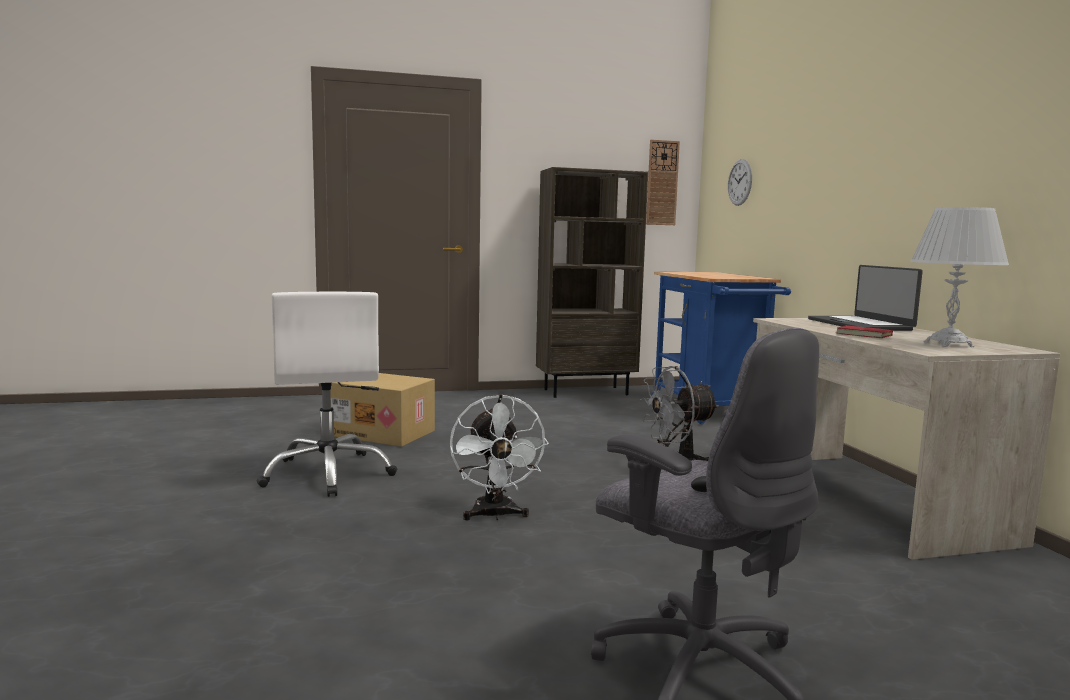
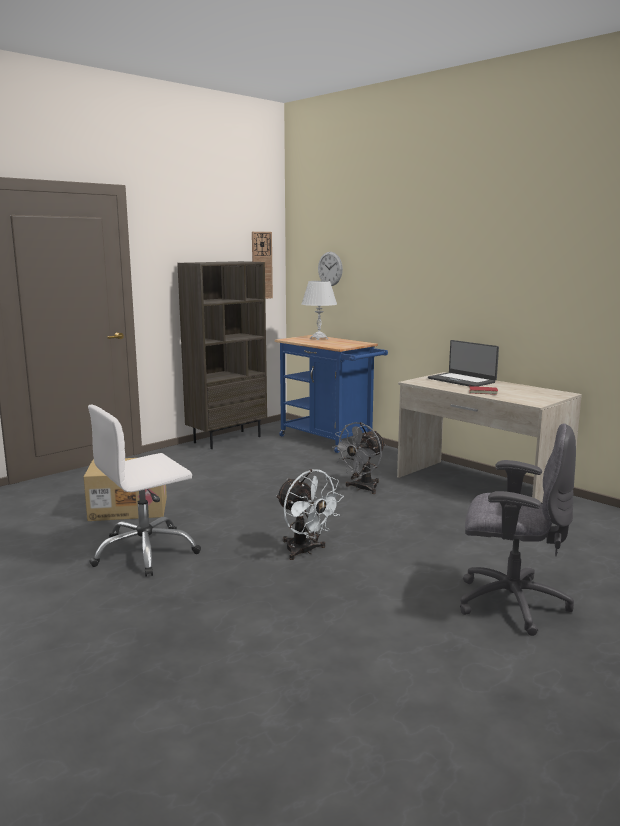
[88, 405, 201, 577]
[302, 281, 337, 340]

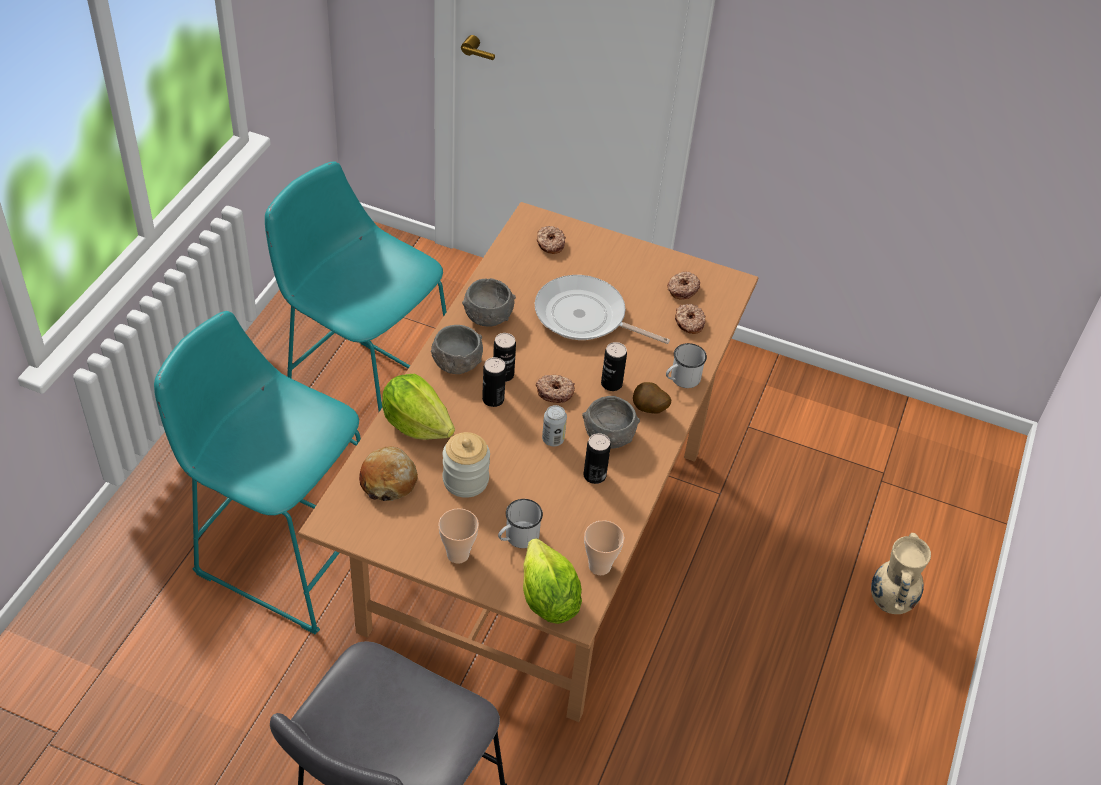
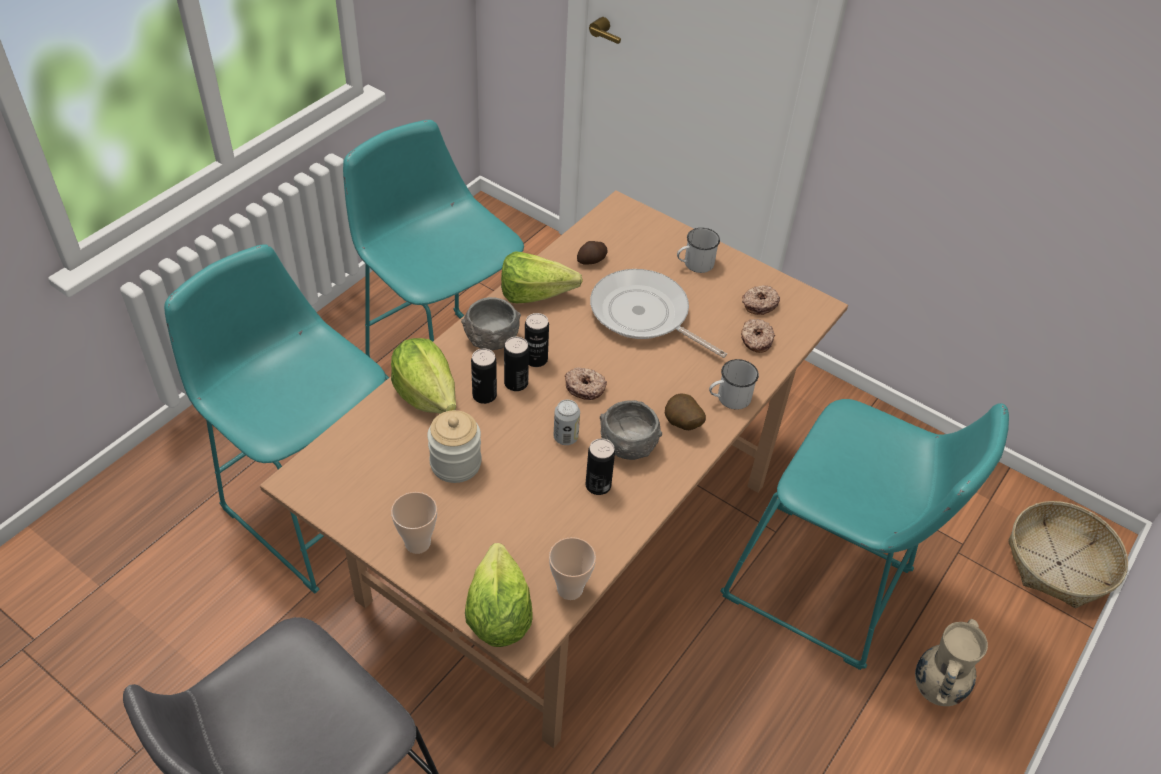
[471, 349, 497, 404]
[501, 251, 583, 303]
[577, 241, 608, 265]
[677, 228, 720, 273]
[720, 399, 1009, 670]
[1008, 501, 1128, 608]
[359, 446, 418, 501] (first image)
[537, 226, 566, 254] (first image)

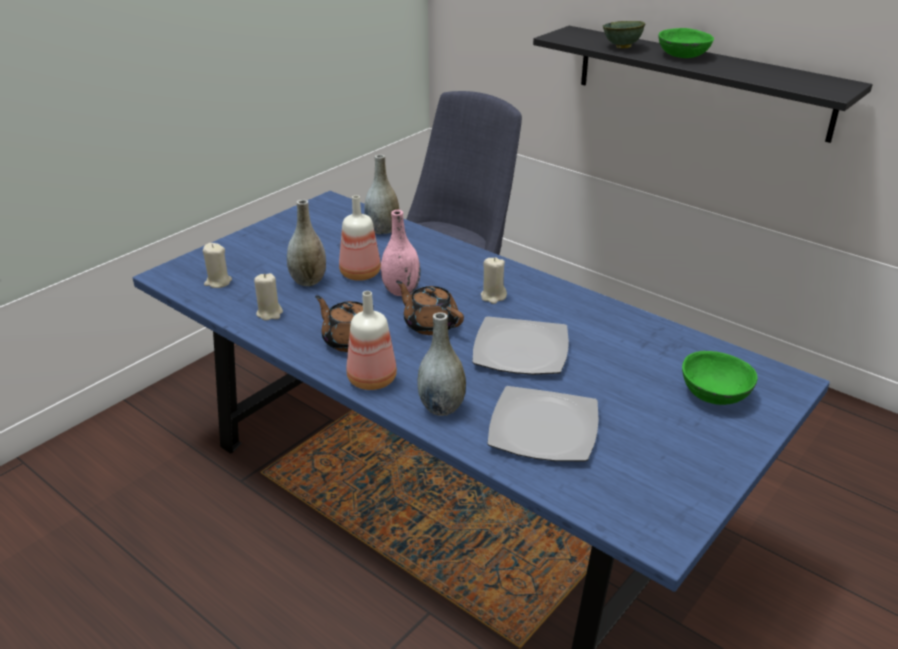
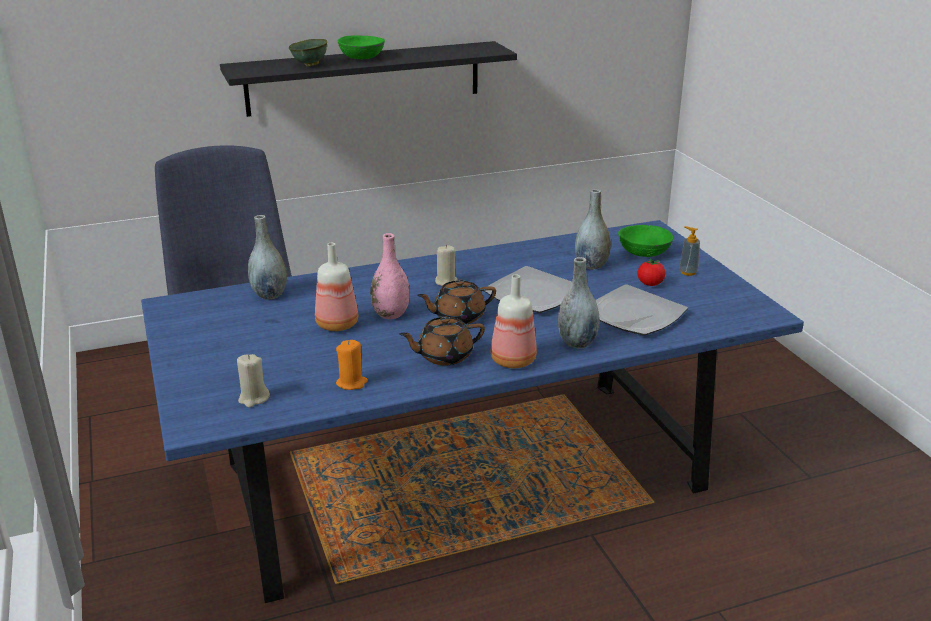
[336, 340, 368, 390]
[575, 189, 611, 270]
[638, 258, 666, 286]
[679, 226, 700, 276]

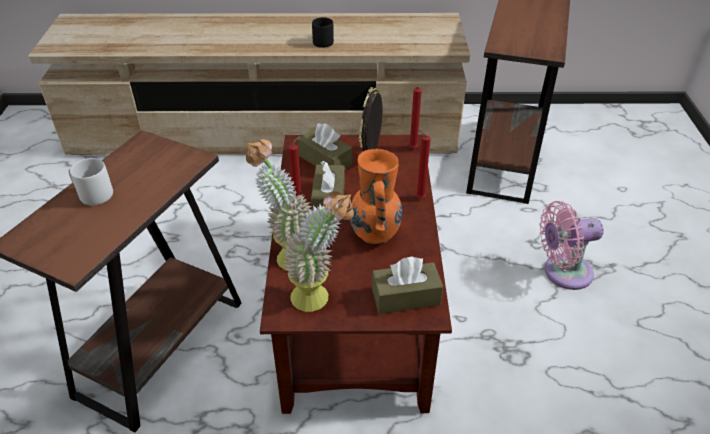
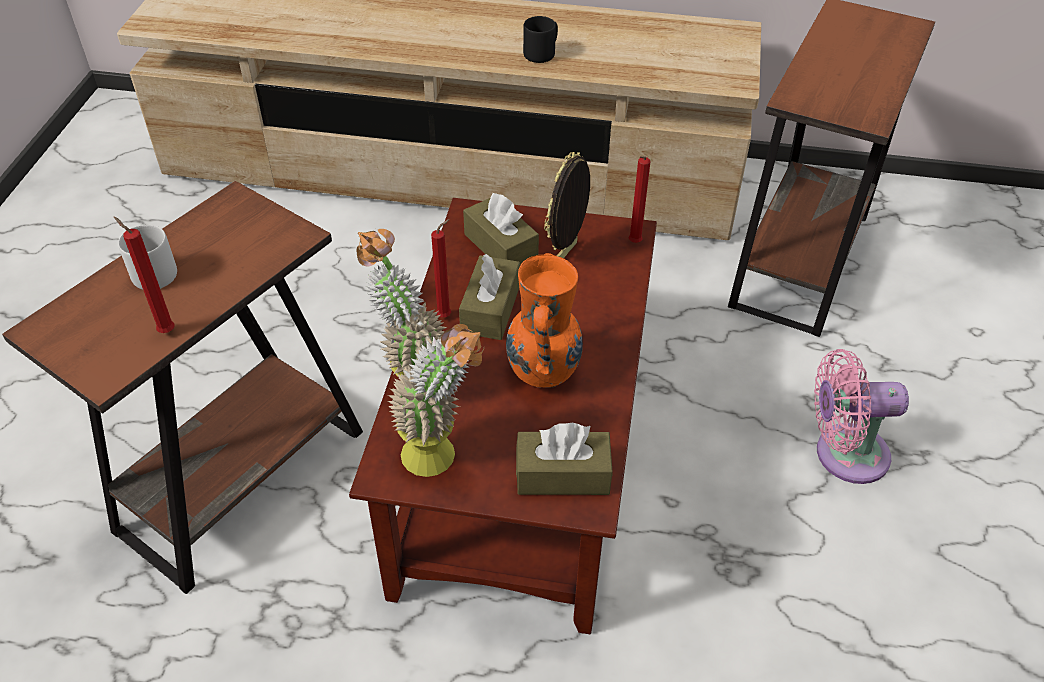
[114, 217, 175, 333]

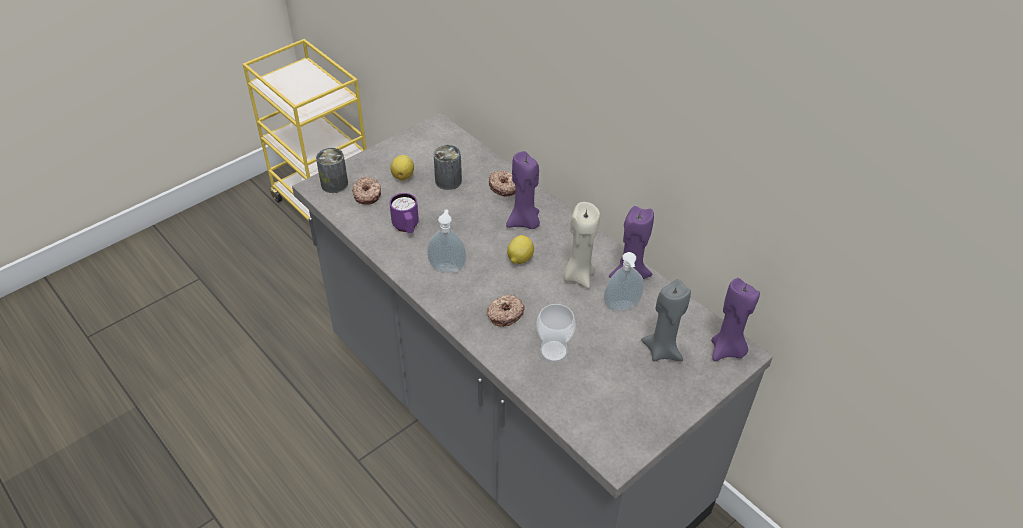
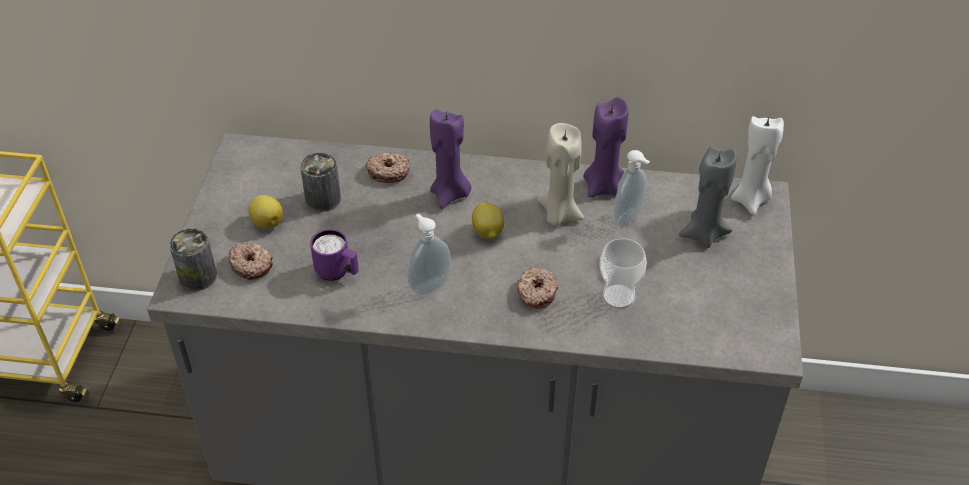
[731, 116, 784, 215]

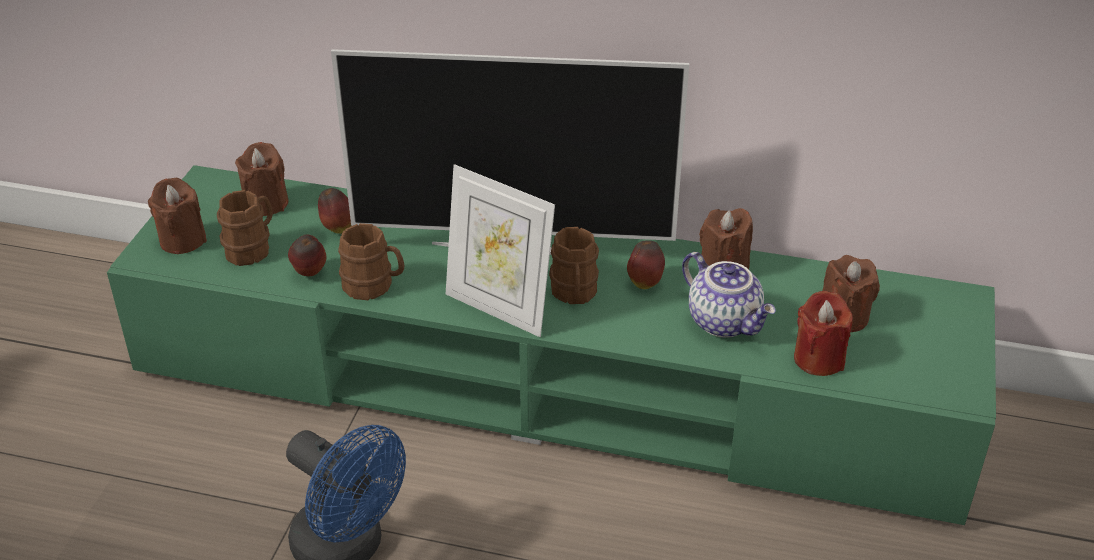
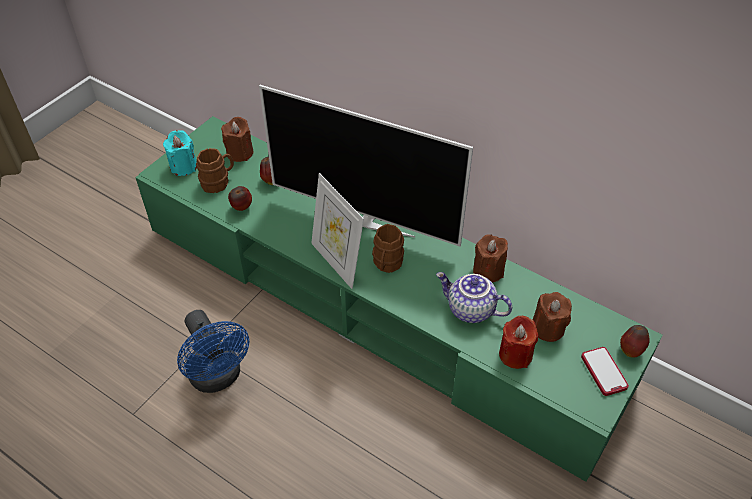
[163, 130, 197, 176]
[436, 272, 512, 323]
[581, 347, 629, 396]
[620, 325, 650, 358]
[338, 223, 404, 300] (first image)

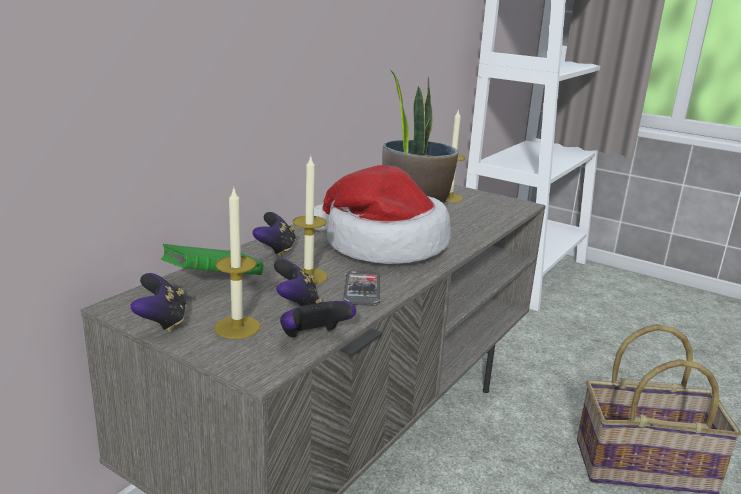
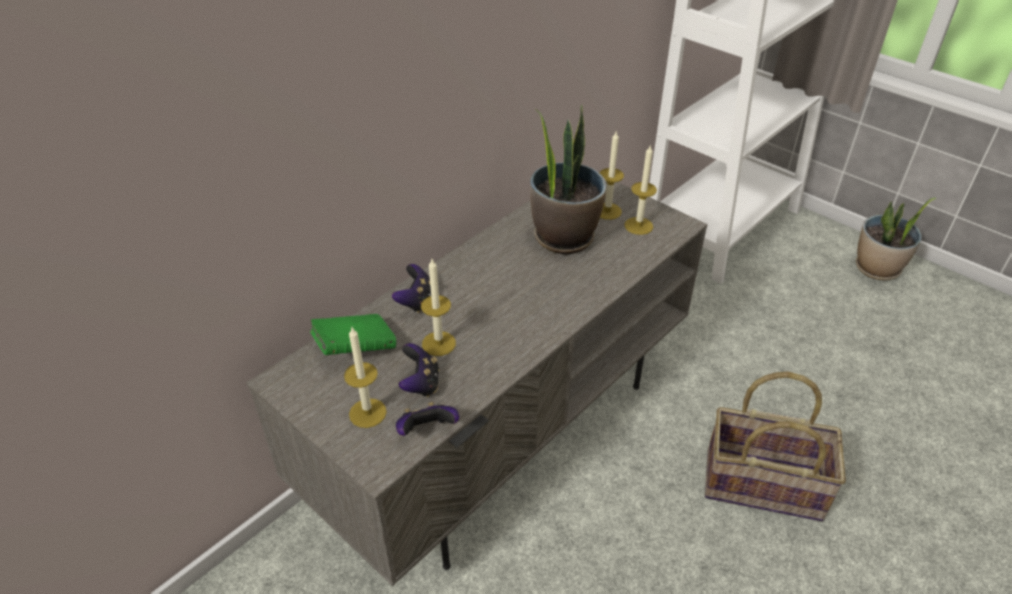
[625, 144, 657, 235]
[856, 198, 936, 280]
[130, 273, 187, 332] (first image)
[314, 165, 451, 264] (first image)
[343, 270, 380, 306] (first image)

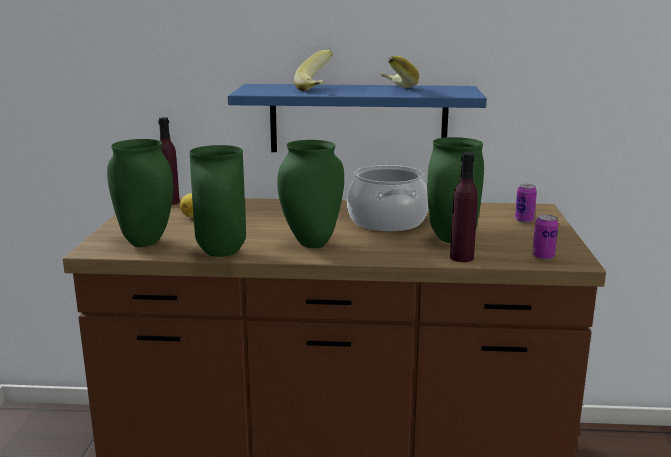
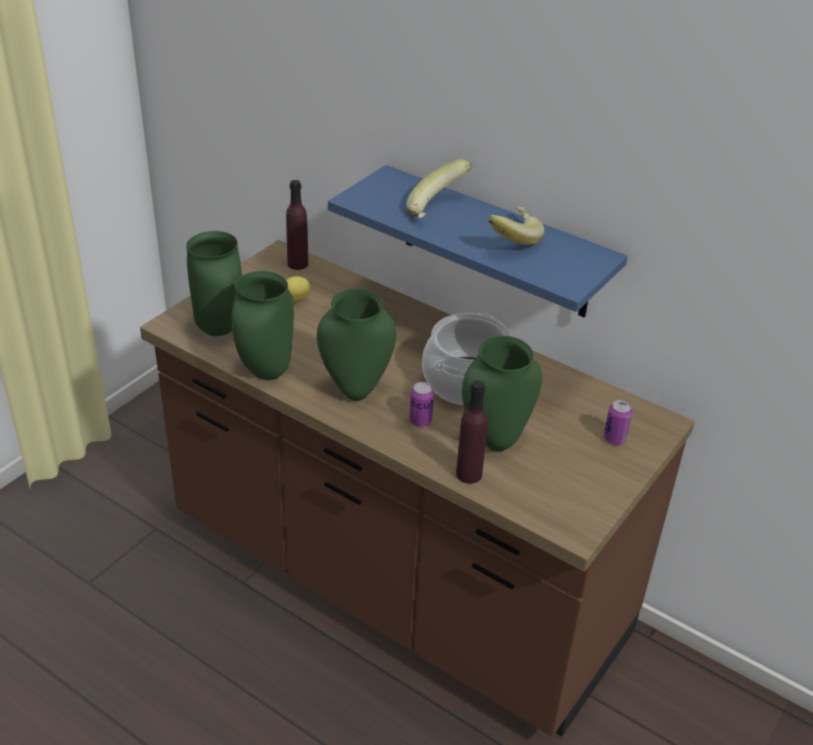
[409, 382, 434, 427]

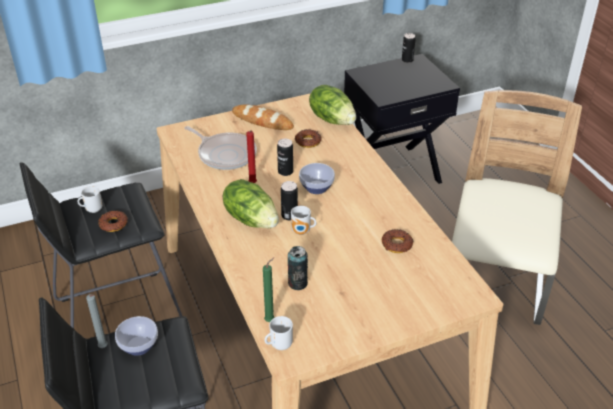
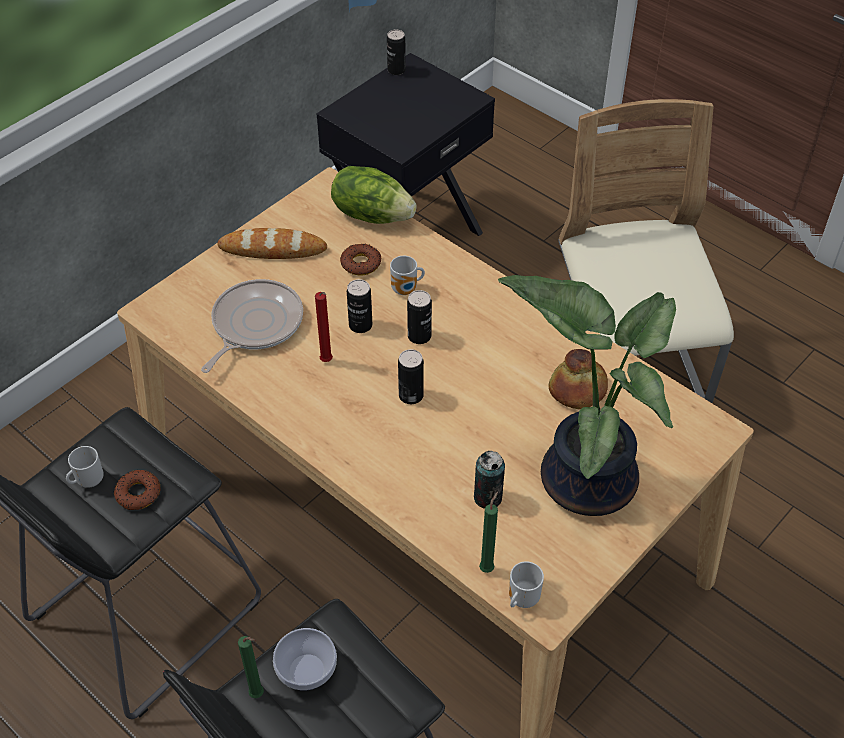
[201, 279, 303, 373]
[238, 636, 264, 698]
[390, 256, 425, 295]
[407, 290, 432, 344]
[498, 275, 676, 516]
[549, 349, 608, 410]
[223, 179, 279, 228] (first image)

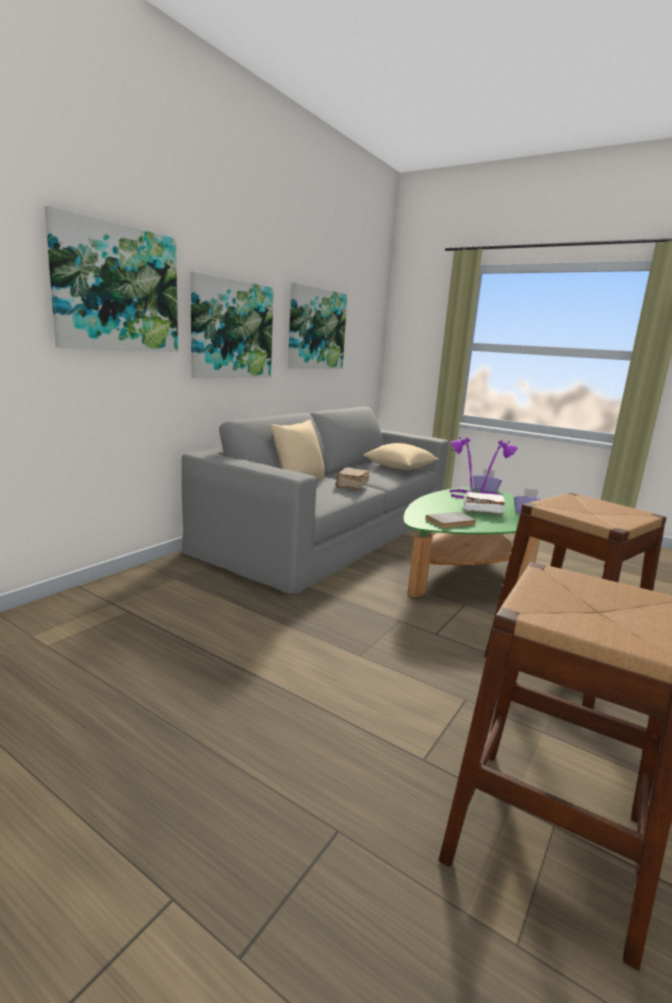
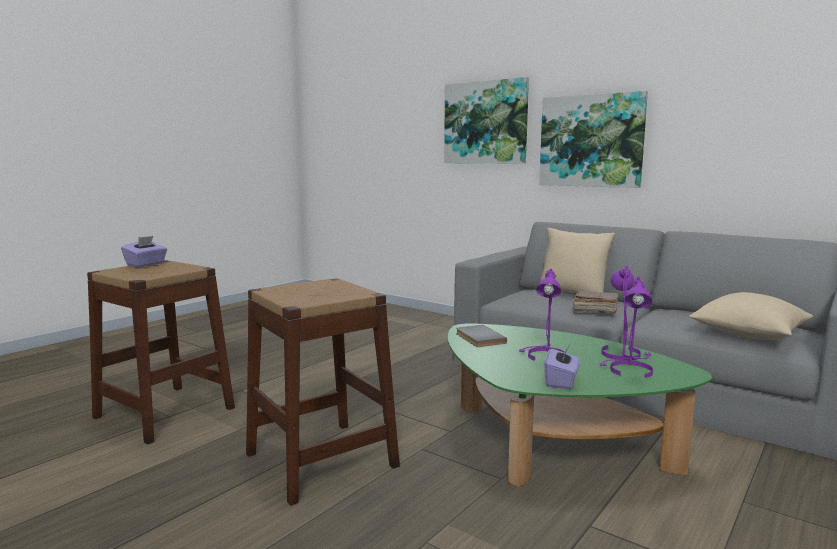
[121, 236, 167, 267]
[519, 269, 565, 361]
[288, 283, 348, 369] (first image)

